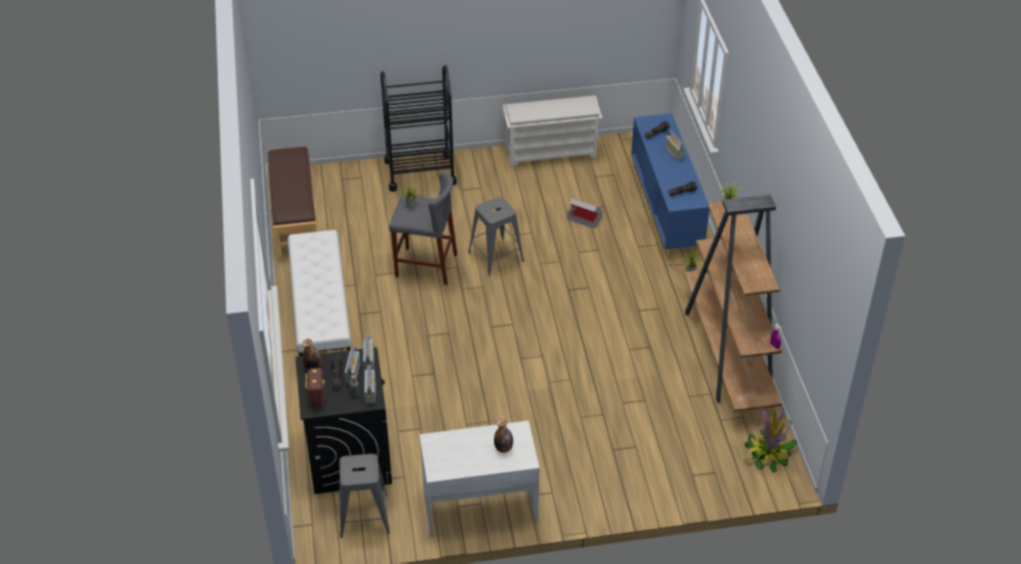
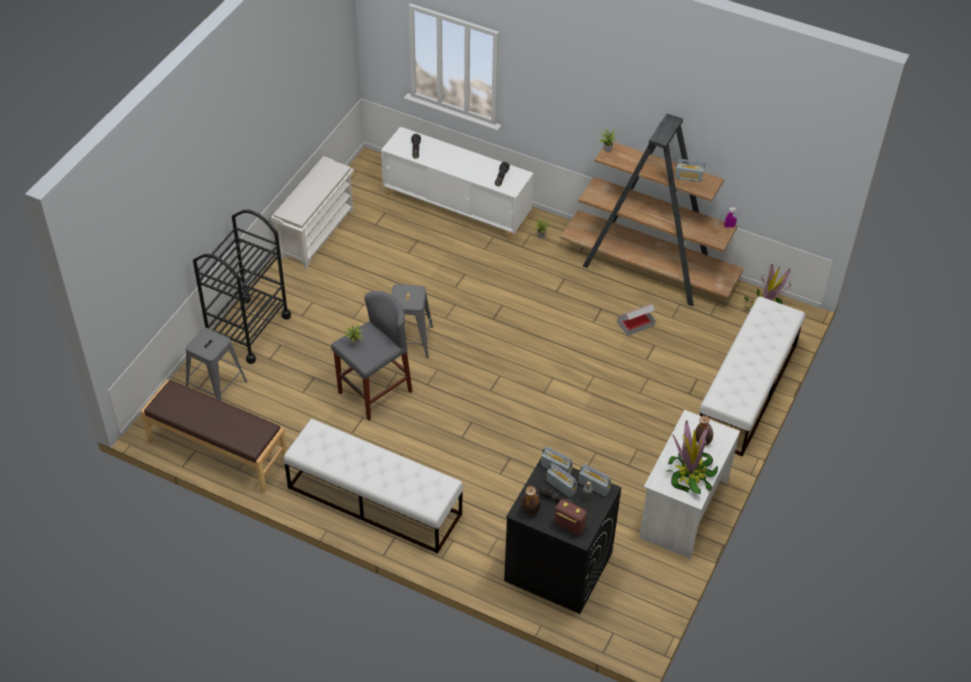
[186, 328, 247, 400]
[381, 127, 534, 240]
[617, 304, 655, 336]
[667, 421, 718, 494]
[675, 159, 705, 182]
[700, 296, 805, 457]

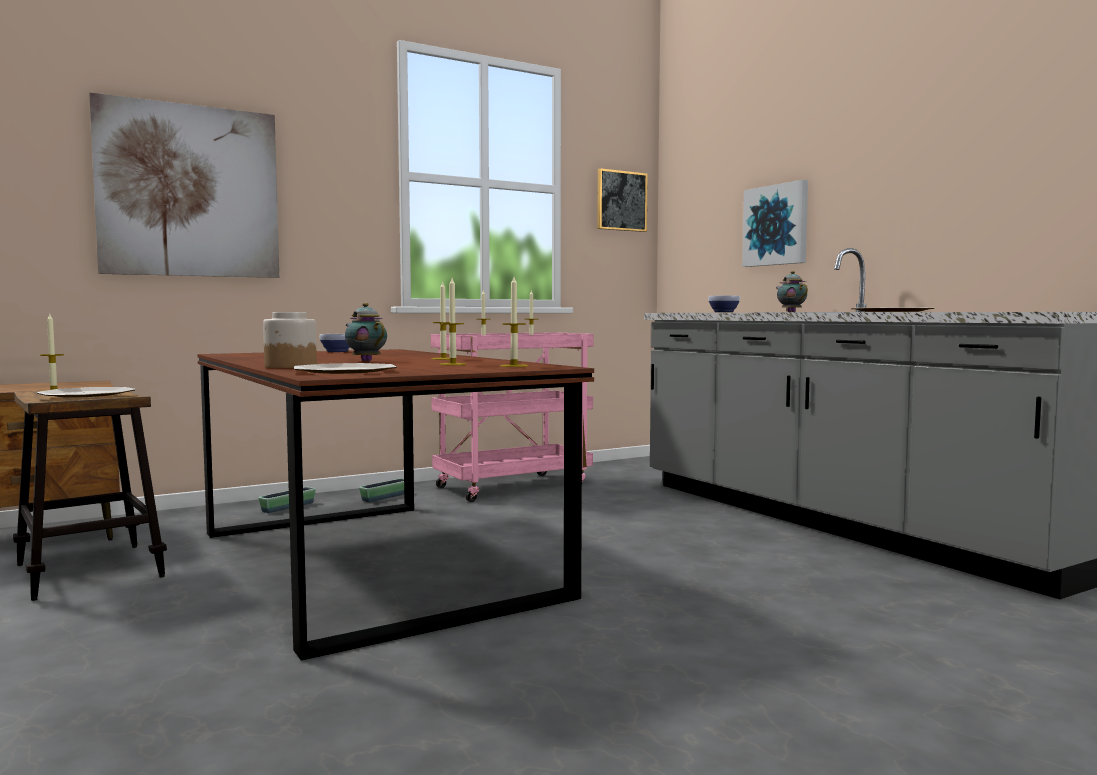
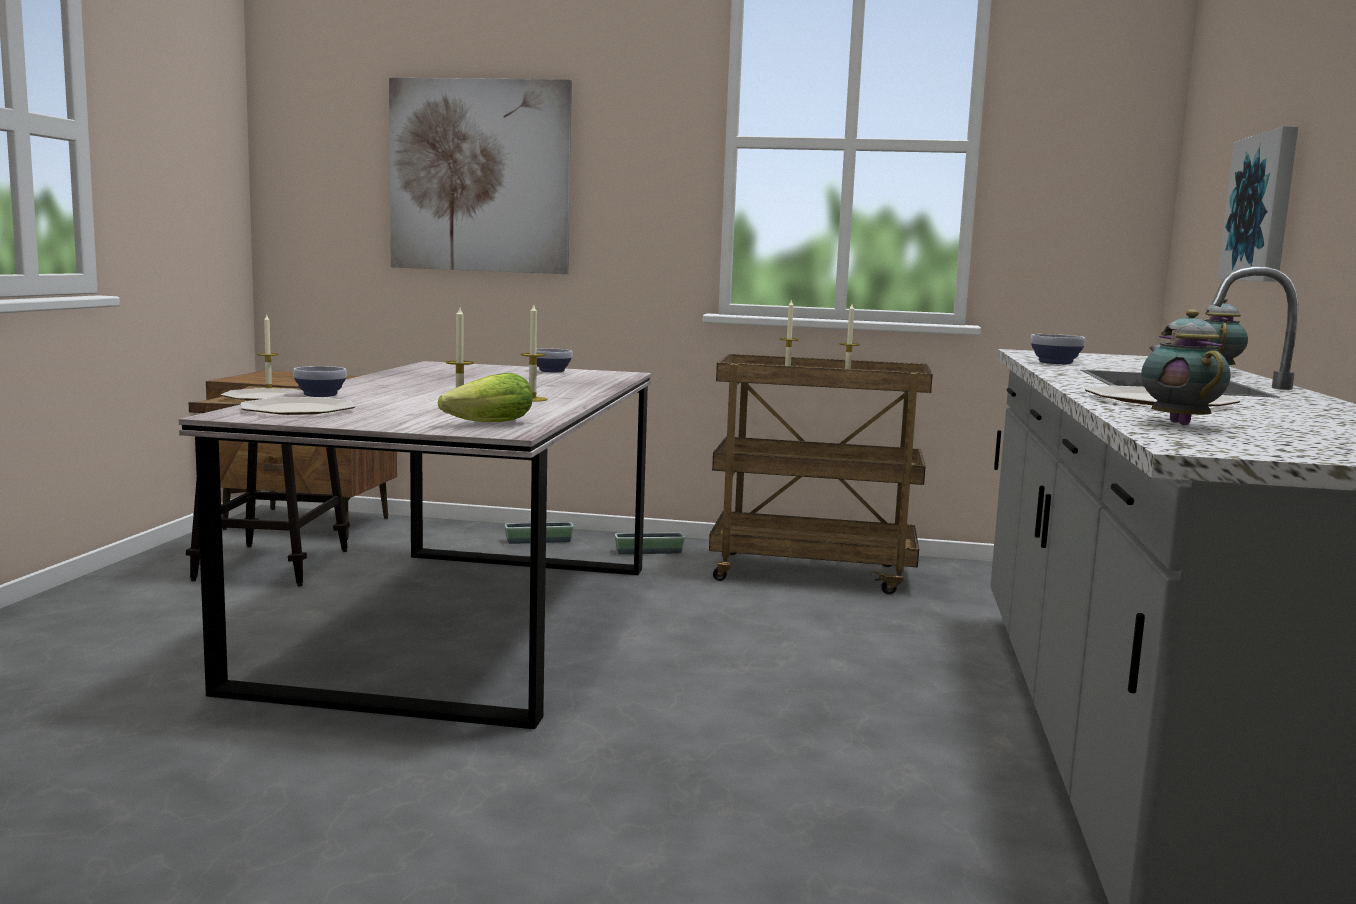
[179, 361, 651, 729]
[293, 366, 347, 397]
[438, 373, 533, 422]
[709, 354, 933, 595]
[1141, 309, 1230, 425]
[597, 168, 648, 232] (first image)

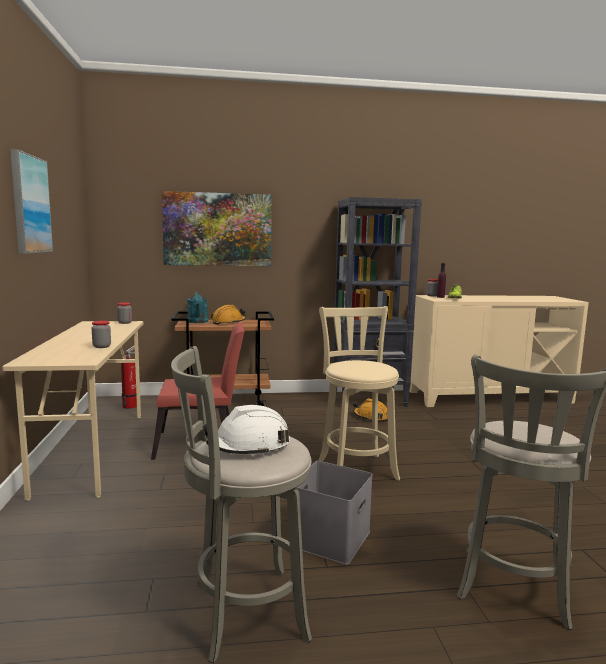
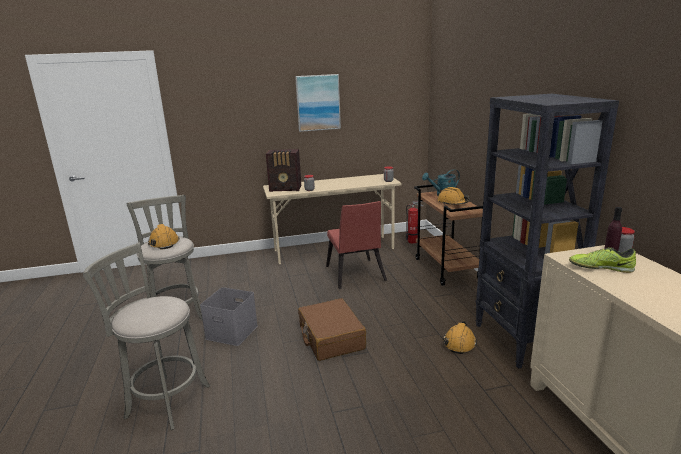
[148, 224, 180, 250]
[266, 149, 301, 192]
[298, 298, 366, 361]
[162, 191, 272, 266] (first image)

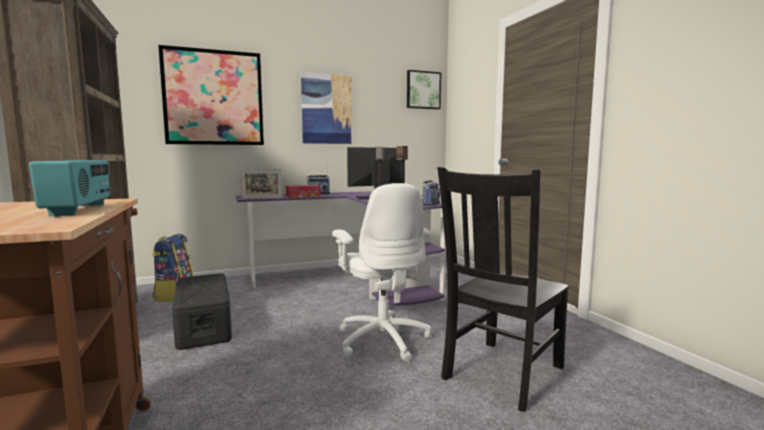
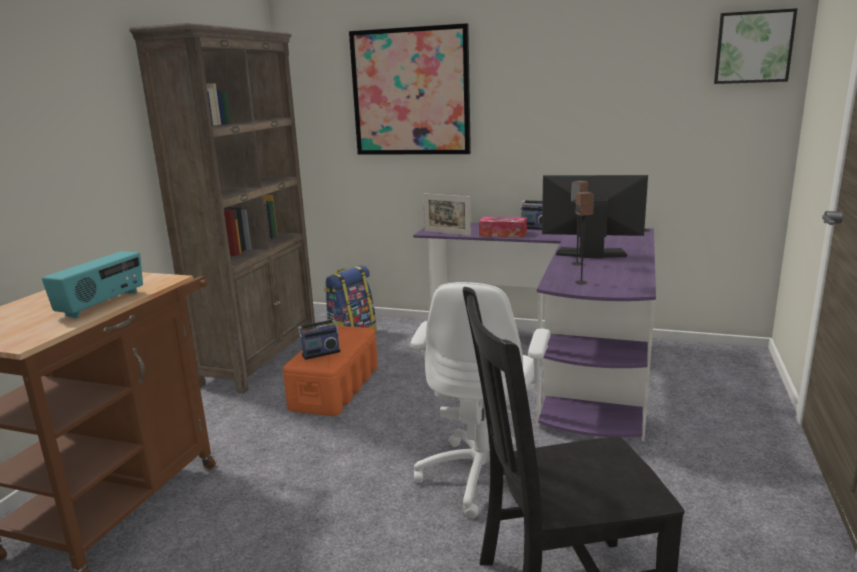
[283, 325, 378, 416]
[298, 306, 341, 360]
[301, 72, 352, 144] (first image)

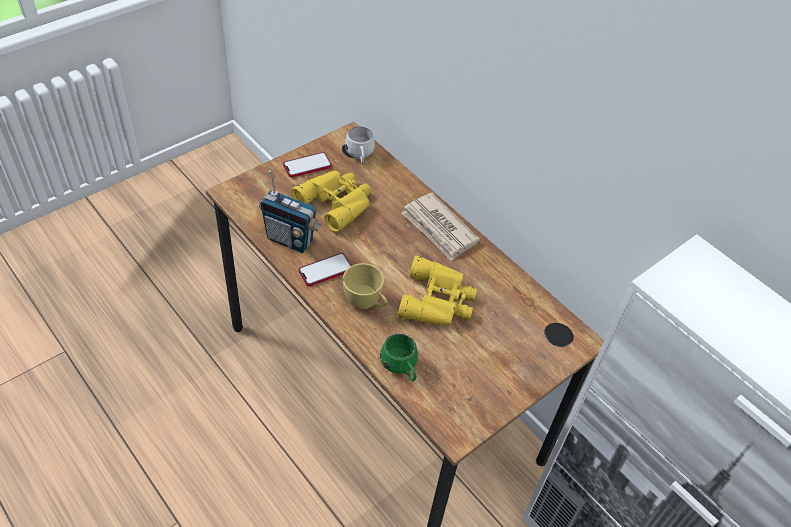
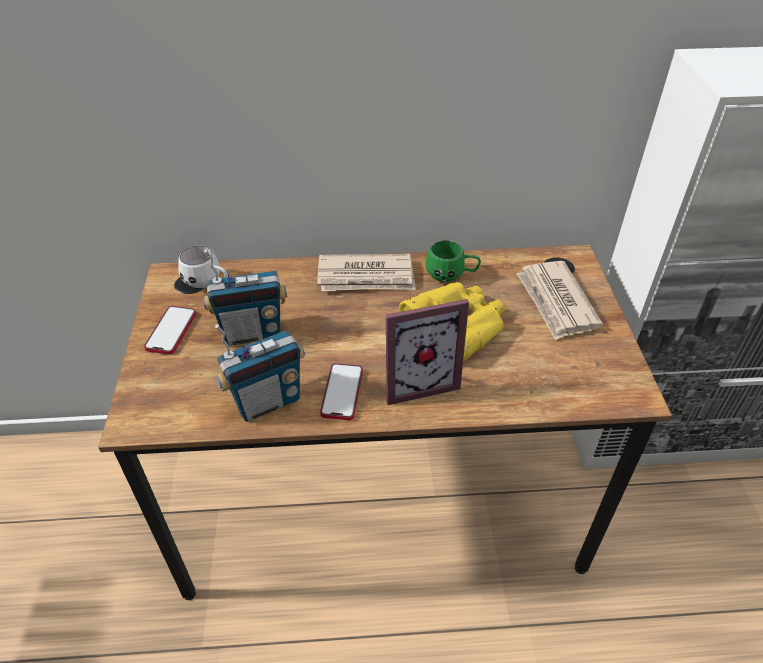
[203, 250, 287, 346]
[386, 299, 469, 405]
[425, 240, 481, 282]
[516, 261, 603, 340]

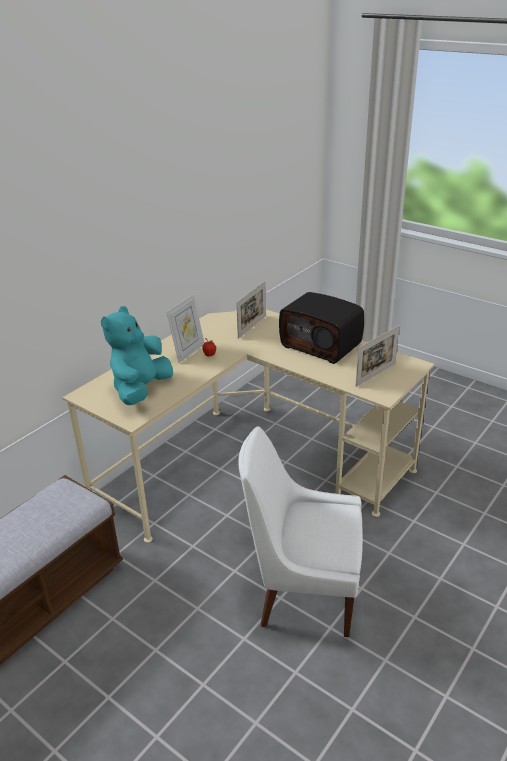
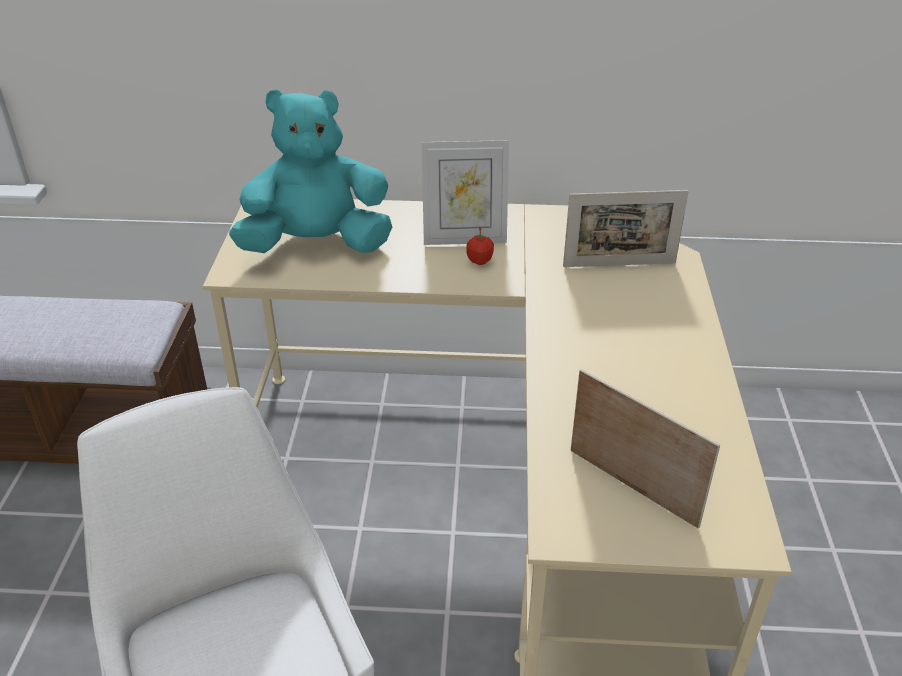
[571, 369, 720, 529]
[279, 292, 364, 364] (first image)

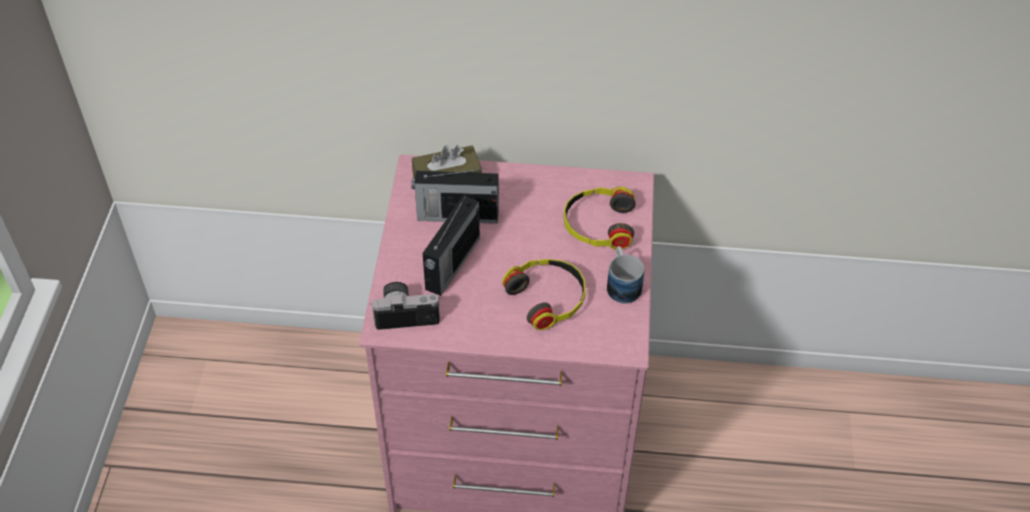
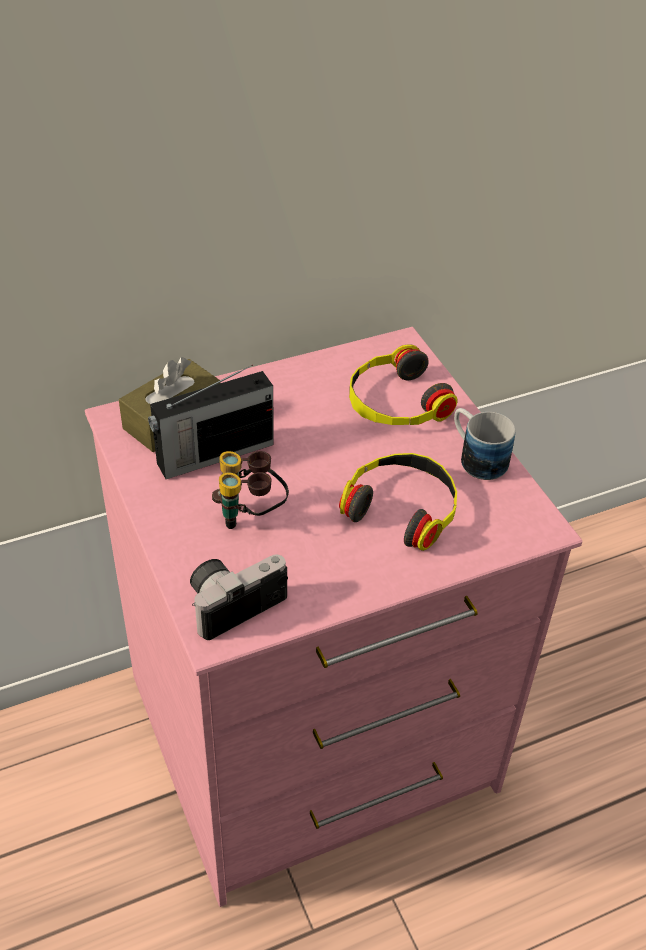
[212, 451, 289, 529]

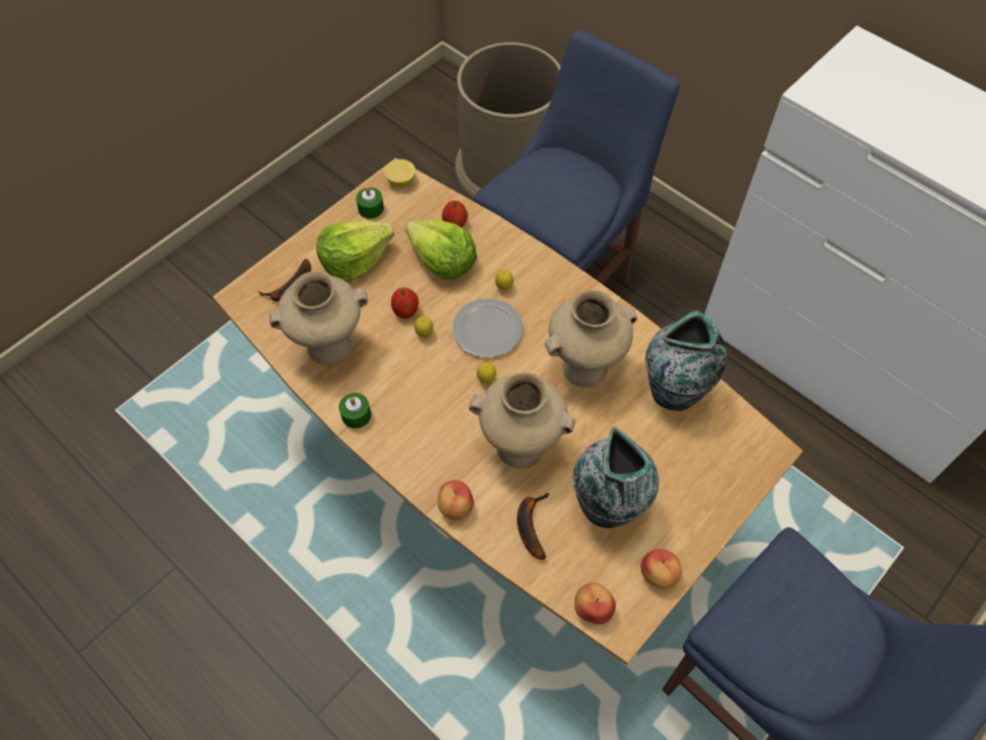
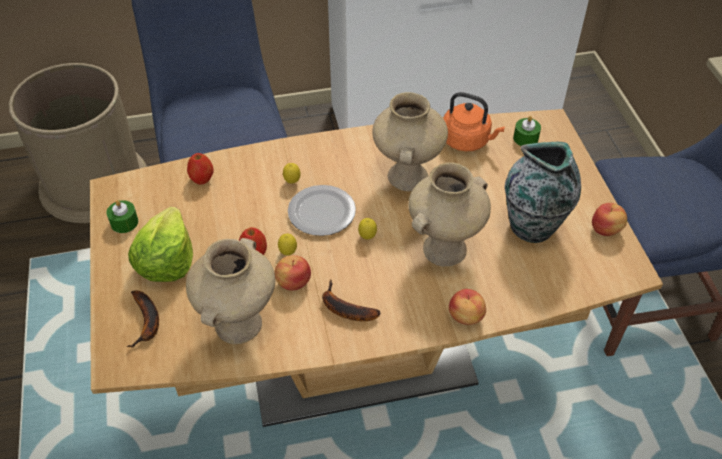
[275, 255, 311, 291]
[322, 280, 380, 321]
[443, 92, 505, 151]
[513, 116, 541, 146]
[384, 159, 415, 186] (first image)
[405, 220, 477, 279] (first image)

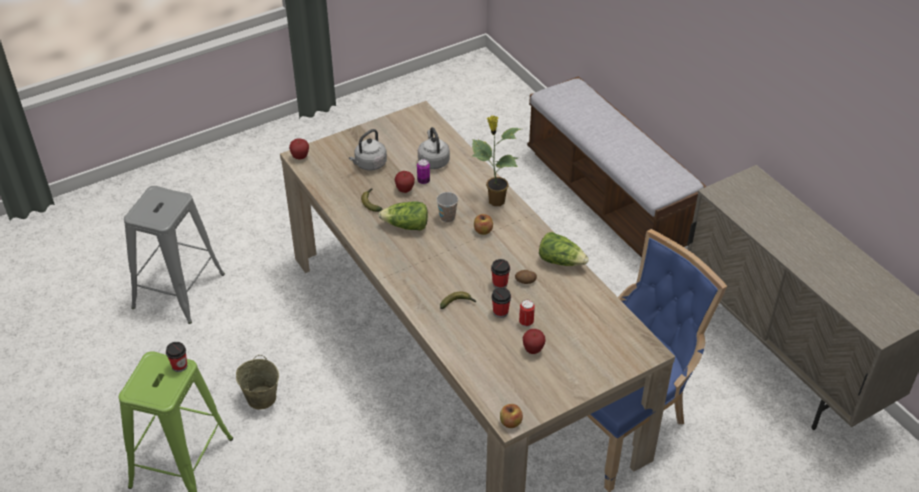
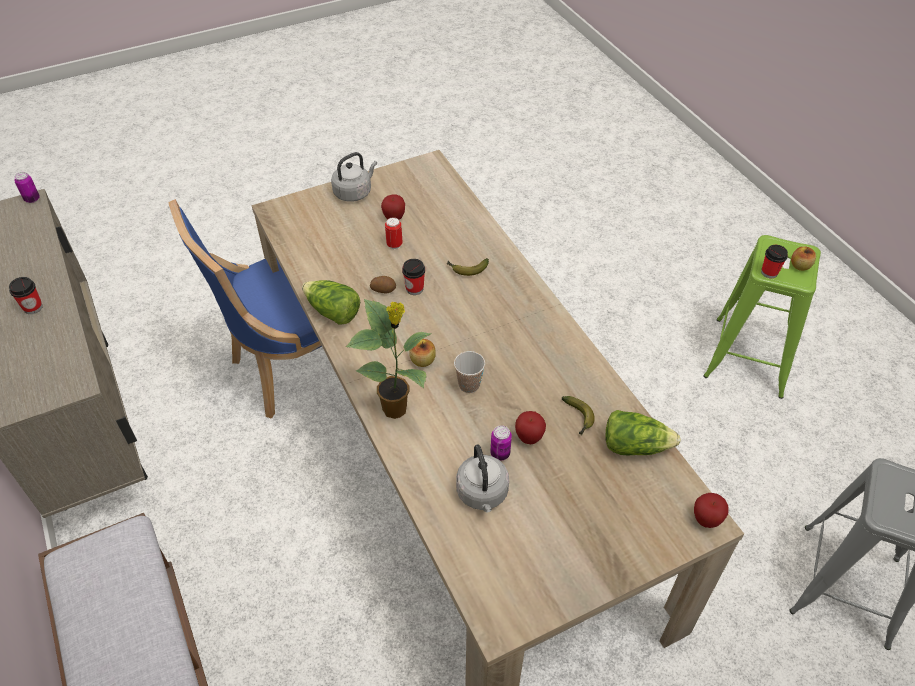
[9, 277, 43, 314]
[14, 172, 40, 203]
[331, 152, 377, 202]
[606, 410, 681, 456]
[791, 246, 816, 271]
[236, 355, 279, 410] (first image)

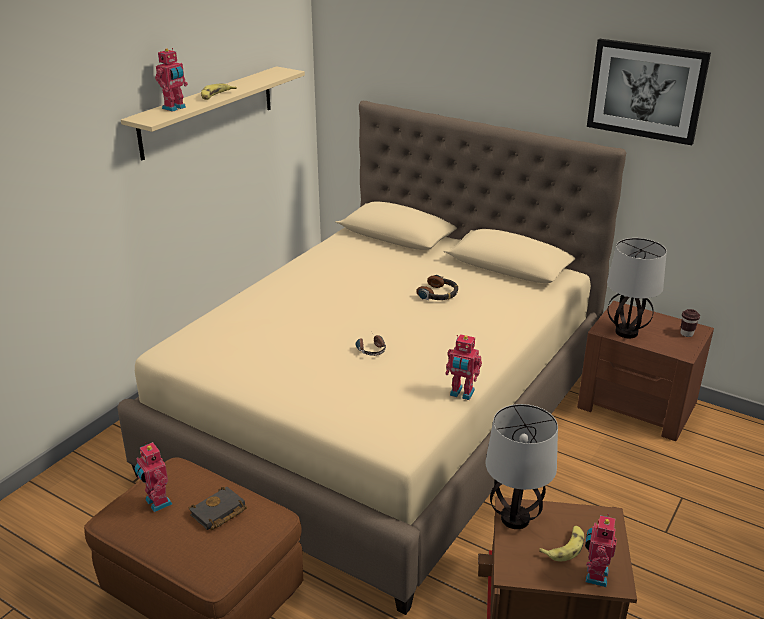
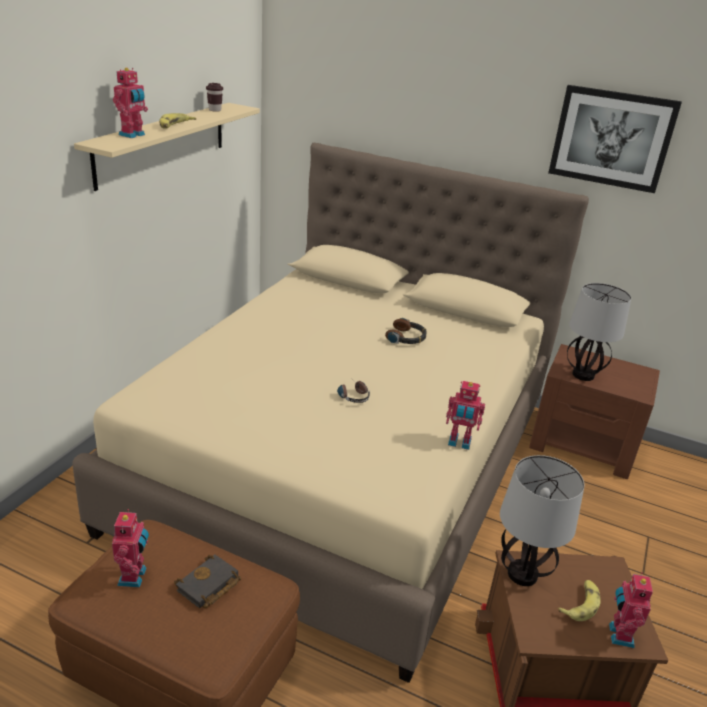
[112, 509, 149, 587]
[206, 83, 223, 112]

